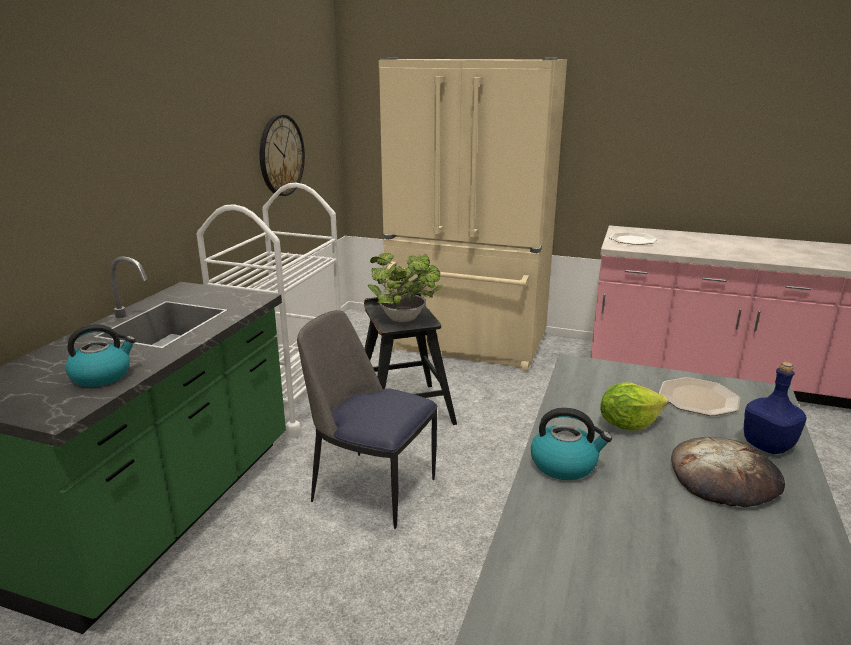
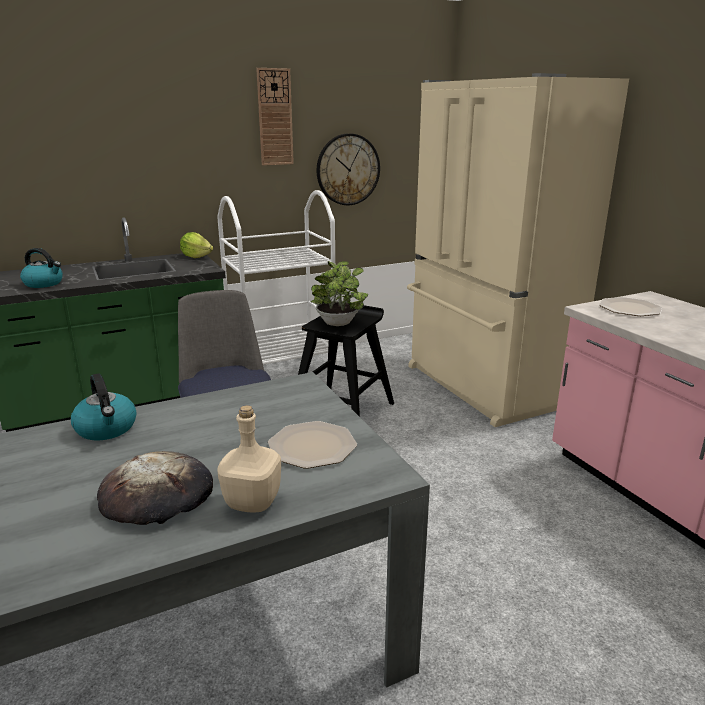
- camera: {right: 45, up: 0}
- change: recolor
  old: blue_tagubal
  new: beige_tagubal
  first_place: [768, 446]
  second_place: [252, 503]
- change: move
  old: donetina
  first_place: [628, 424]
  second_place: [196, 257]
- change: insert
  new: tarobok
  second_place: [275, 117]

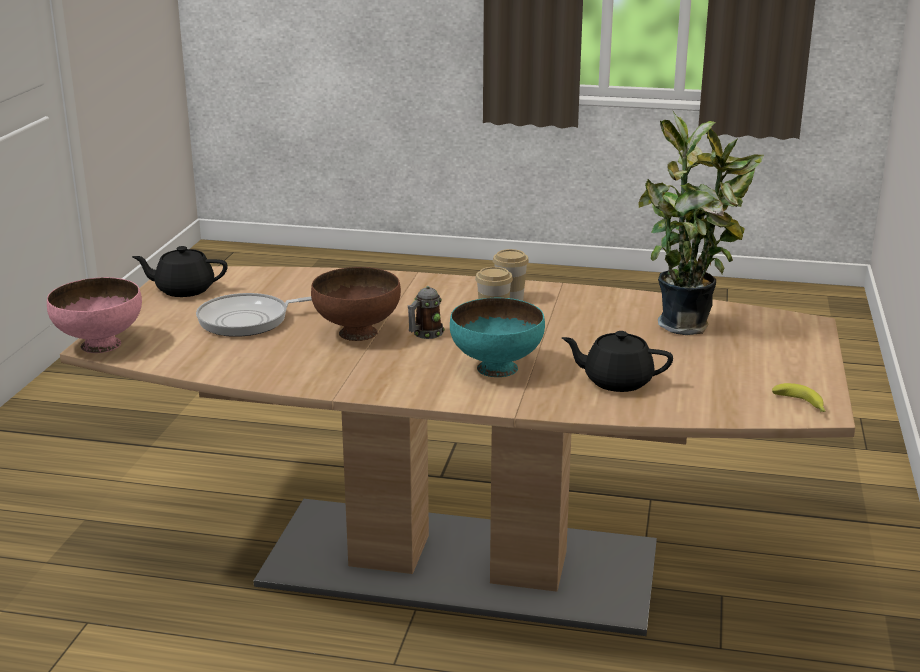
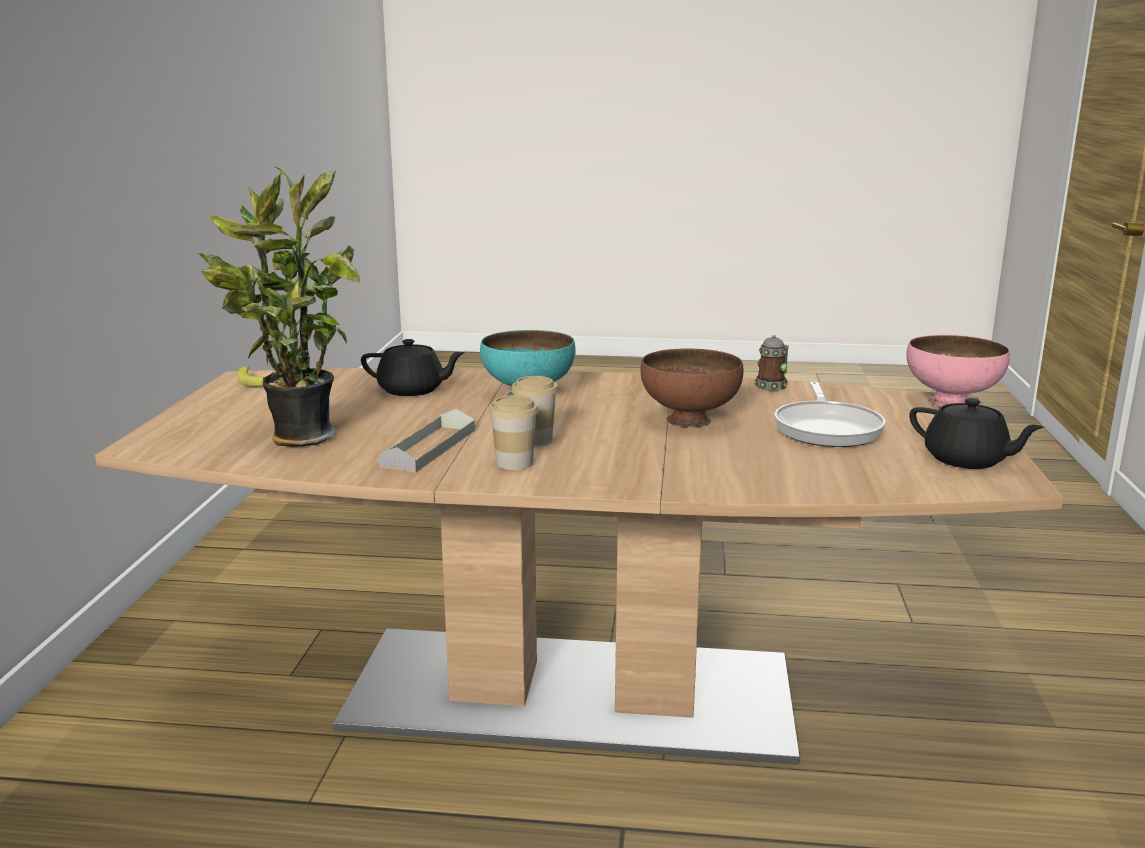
- camera: {right: 175, up: -5}
- change: rotate
  old: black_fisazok
  first_place: [184, 290]
  second_place: [966, 460]
  degrees: 45
- change: move
  old: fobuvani
  first_place: [425, 334]
  second_place: [773, 385]
- change: rotate
  old: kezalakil
  first_place: [249, 320]
  second_place: [827, 428]
  degrees: 120
- change: insert
  new: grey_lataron
  second_place: [429, 448]

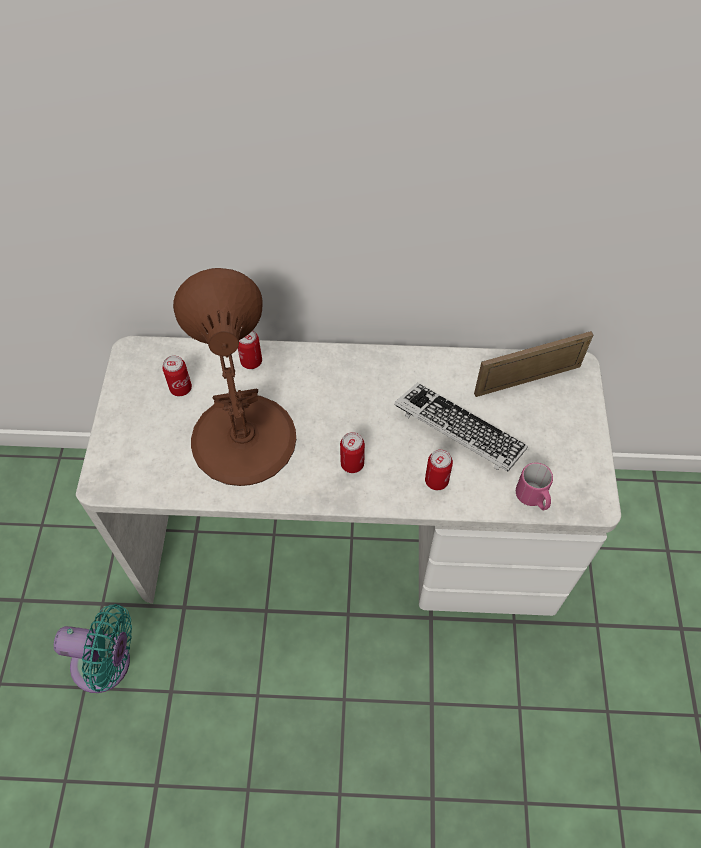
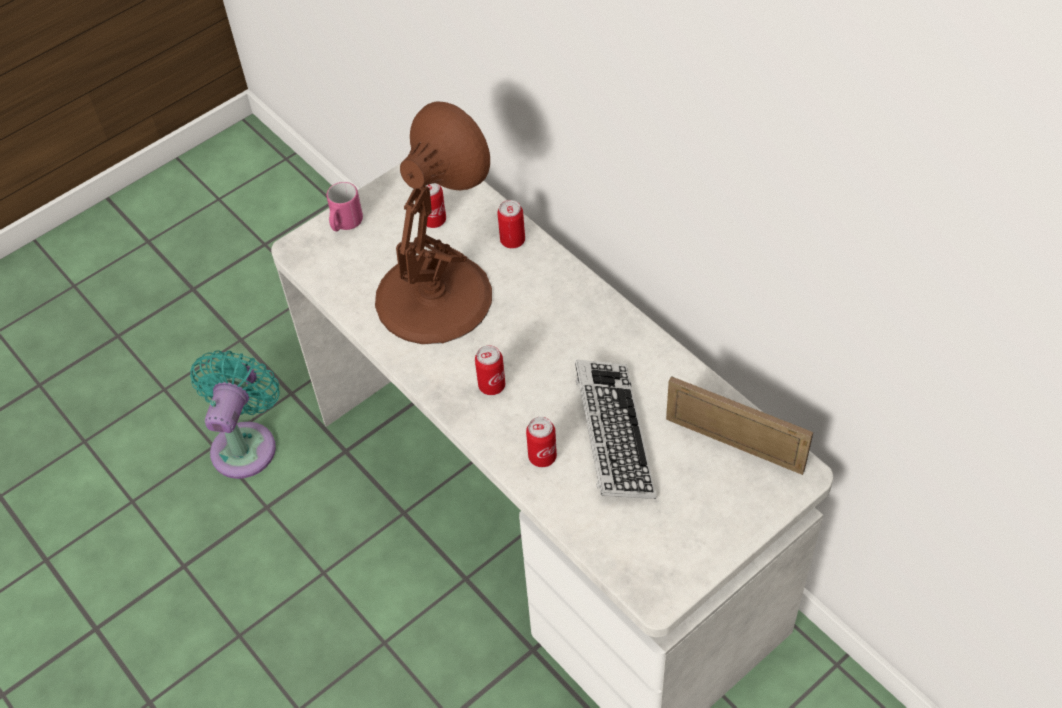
- camera: {right: 50, up: -5}
- change: move
  old: pink_fobuvani
  first_place: [533, 498]
  second_place: [345, 224]
- change: rotate
  old: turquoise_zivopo
  first_place: [107, 664]
  second_place: [246, 443]
  degrees: -135

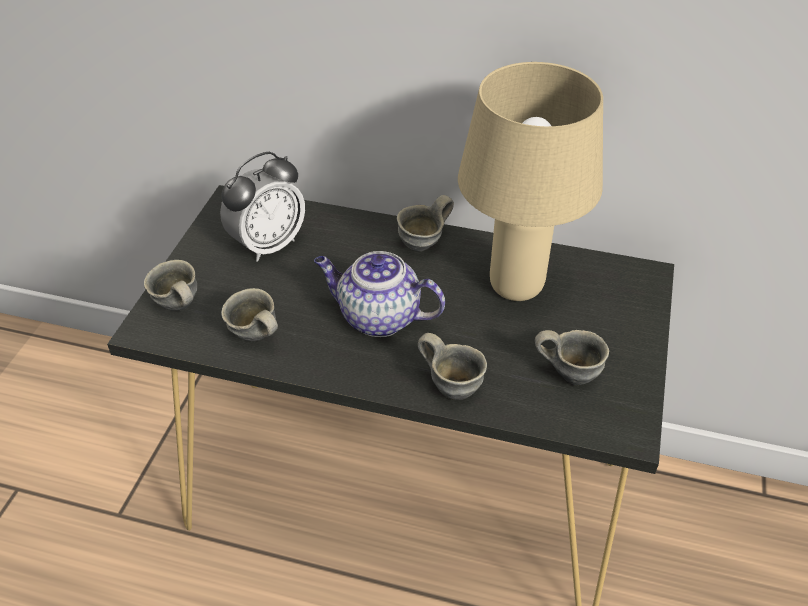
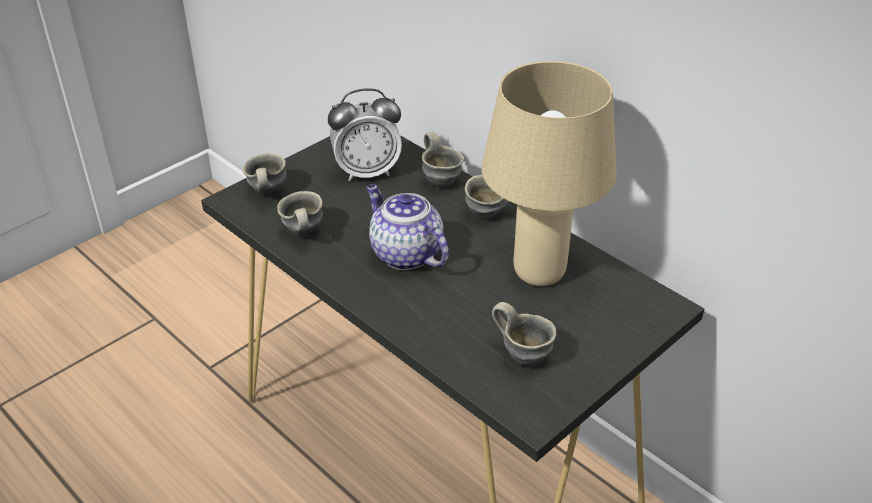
- camera: {right: 30, up: -5}
- change: move
  old: grey_fobuvani
  first_place: [453, 385]
  second_place: [442, 179]

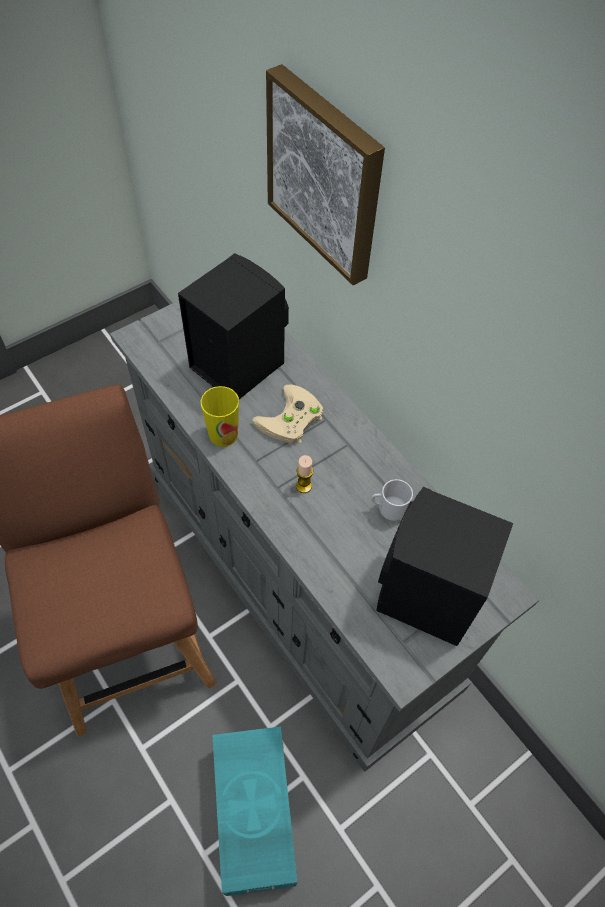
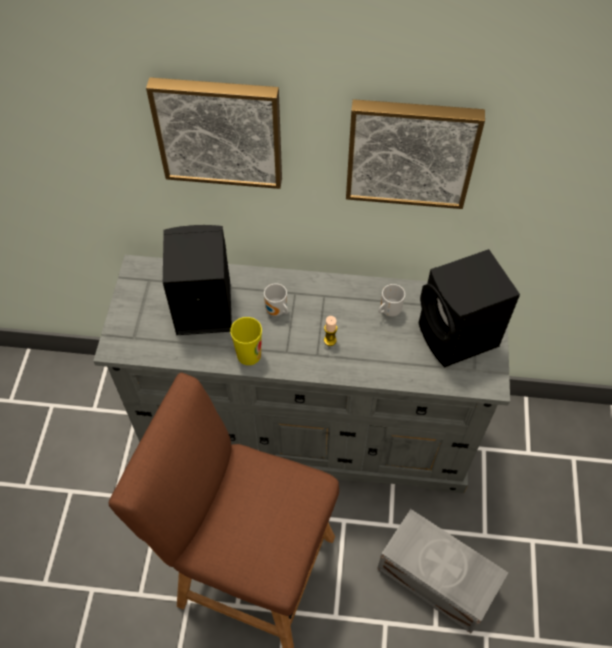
- camera: {right: -45, up: 0}
- change: replace
  old: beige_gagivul
  new: fobuvani
  first_place: [290, 420]
  second_place: [276, 311]
- change: recolor
  old: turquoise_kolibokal
  new: grey_kolibokal
  first_place: [252, 817]
  second_place: [437, 580]
- change: insert
  new: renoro
  second_place: [411, 151]

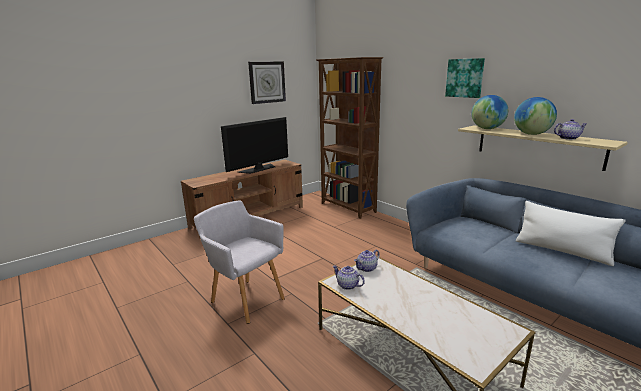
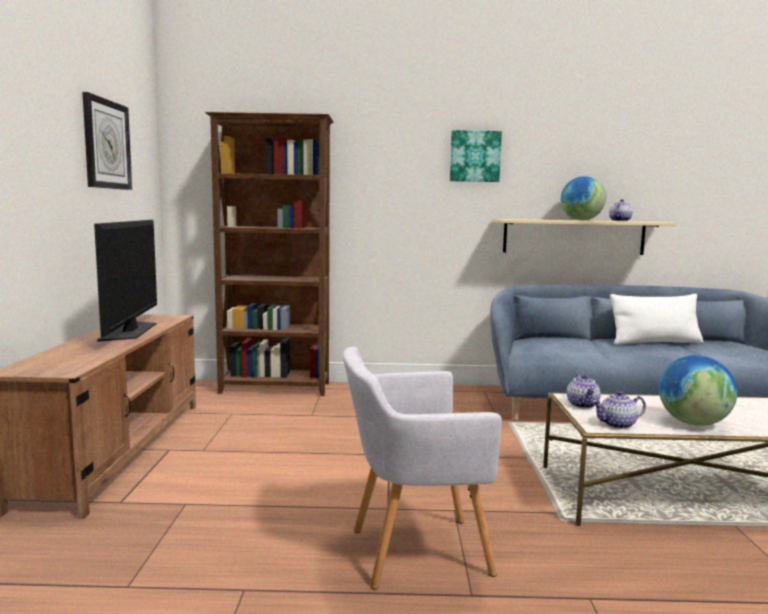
- camera: {right: -50, up: -10}
- change: move
  old: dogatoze
  first_place: [487, 129]
  second_place: [693, 423]

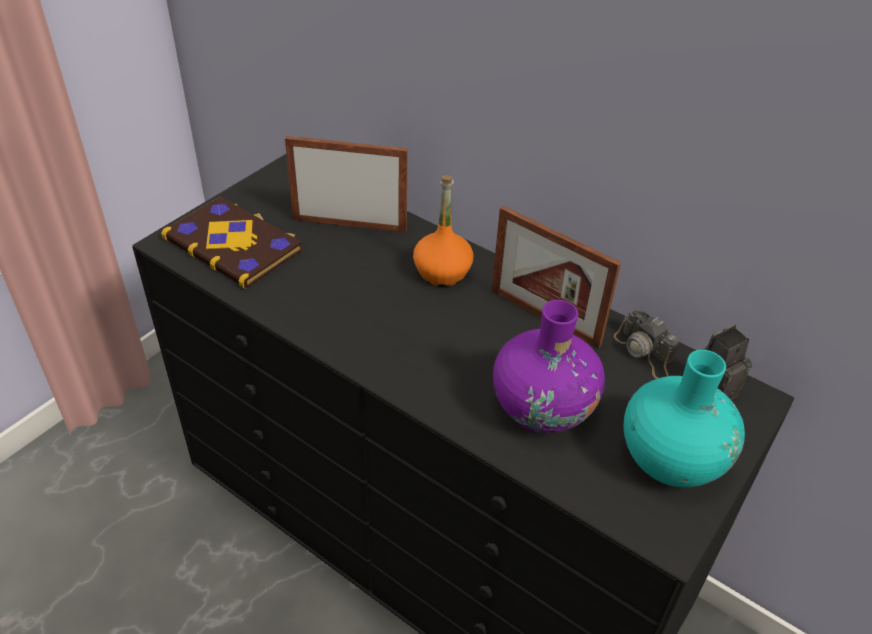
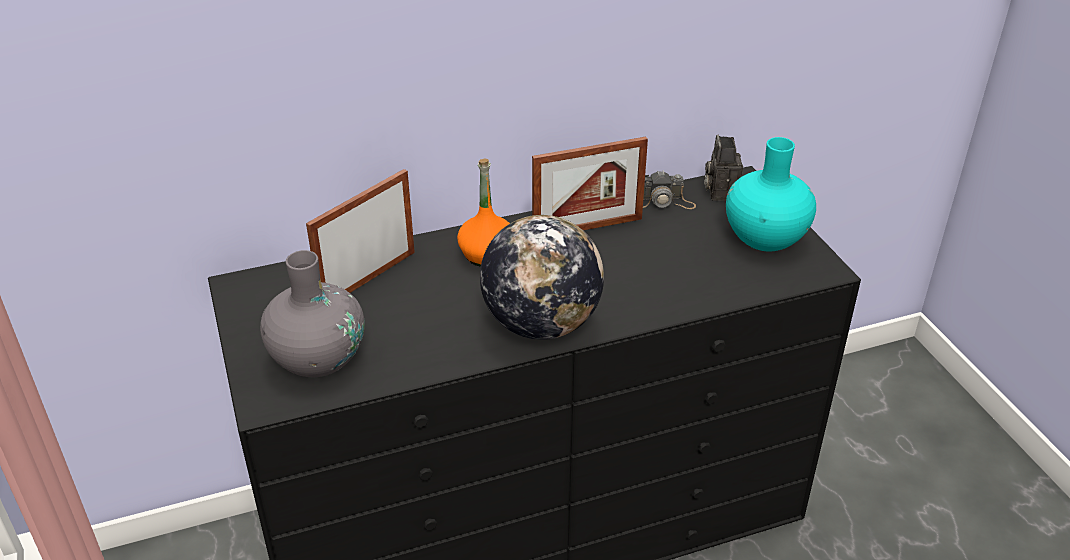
- camera: {right: -55, up: -5}
- change: replace
  old: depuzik
  new: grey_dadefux
  first_place: [234, 244]
  second_place: [318, 358]
- change: delete
  old: purple_dadefux
  first_place: [542, 409]
- change: insert
  new: dogatoze
  second_place: [541, 324]

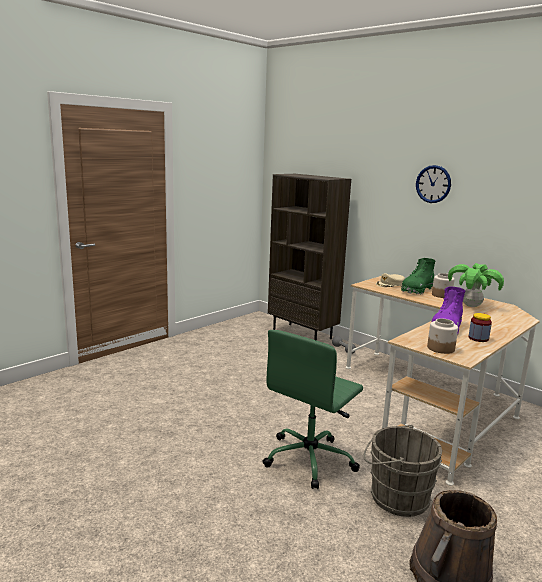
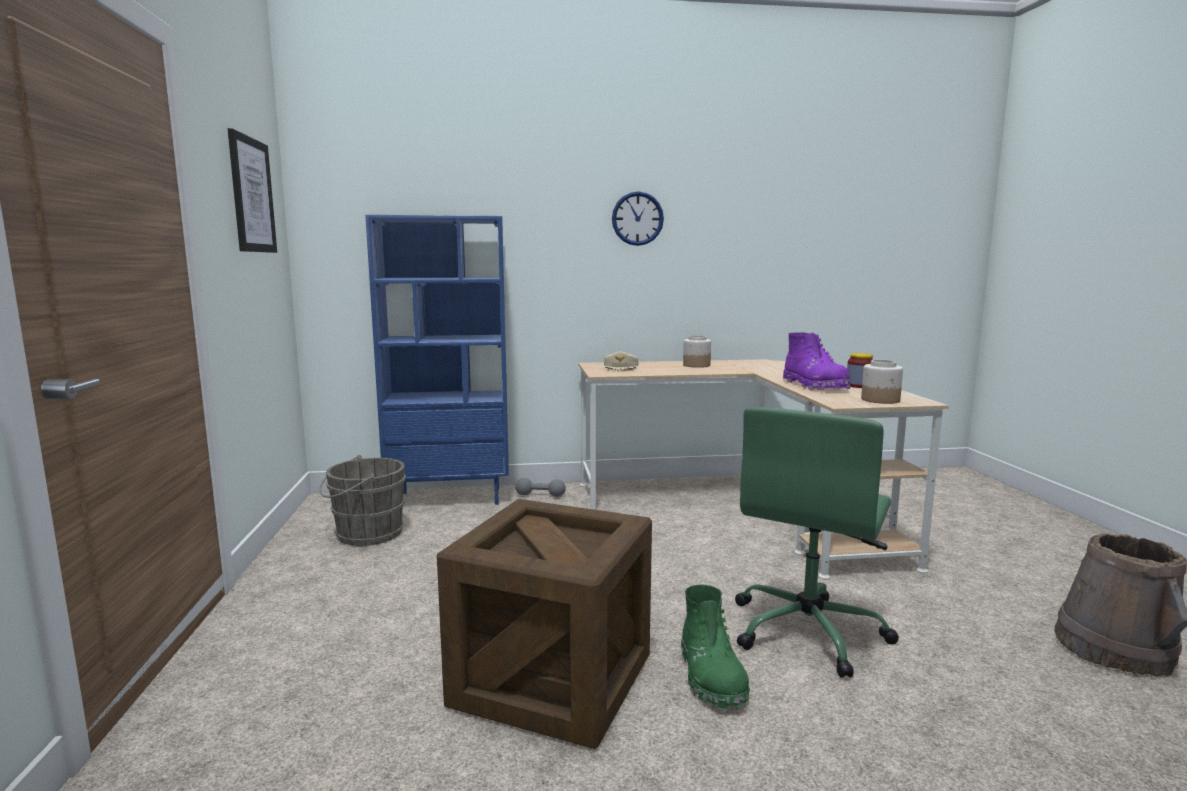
- camera: {right: -50, up: -5}
- change: recolor
  old: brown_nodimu
  new: blue_nodimu
  first_place: [303, 334]
  second_place: [450, 498]
- change: move
  old: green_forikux
  first_place: [417, 290]
  second_place: [711, 677]
- change: delete
  old: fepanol
  first_place: [471, 306]
- change: rotate
  old: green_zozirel
  first_place: [310, 459]
  second_place: [808, 631]
  degrees: 45
- change: move
  old: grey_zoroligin
  first_place: [395, 496]
  second_place: [365, 534]
- change: insert
  new: renoro
  second_place: [252, 195]
- change: insert
  new: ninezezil
  second_place: [552, 680]

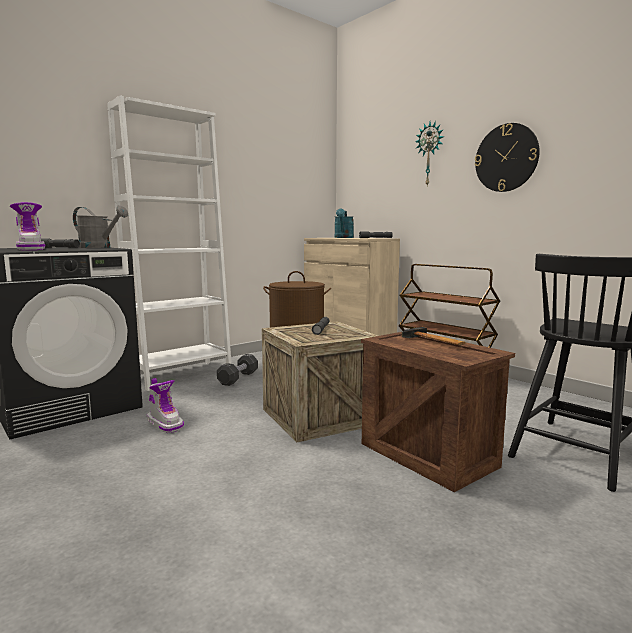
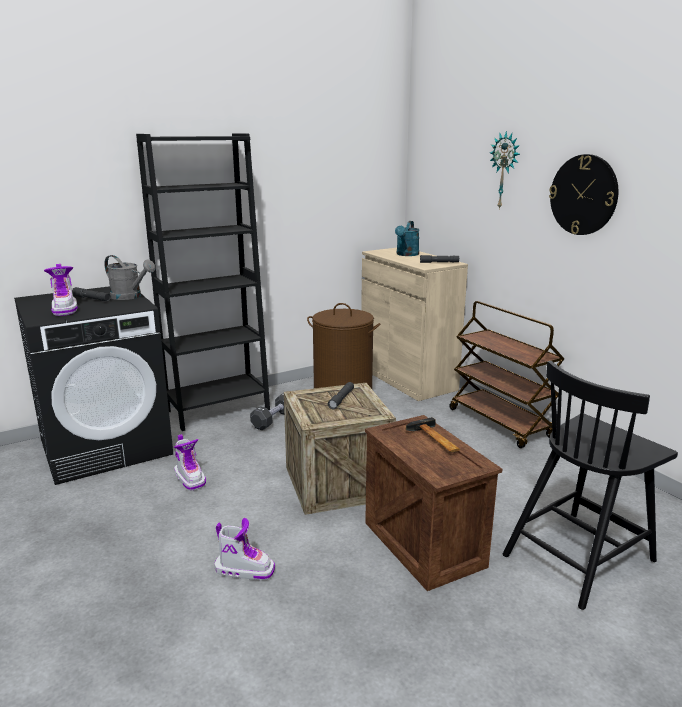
- camera: {right: 10, up: 10}
- change: recolor
  old: white_nodimu
  new: black_nodimu
  first_place: [180, 375]
  second_place: [218, 410]
- change: insert
  new: forikux
  second_place: [244, 569]

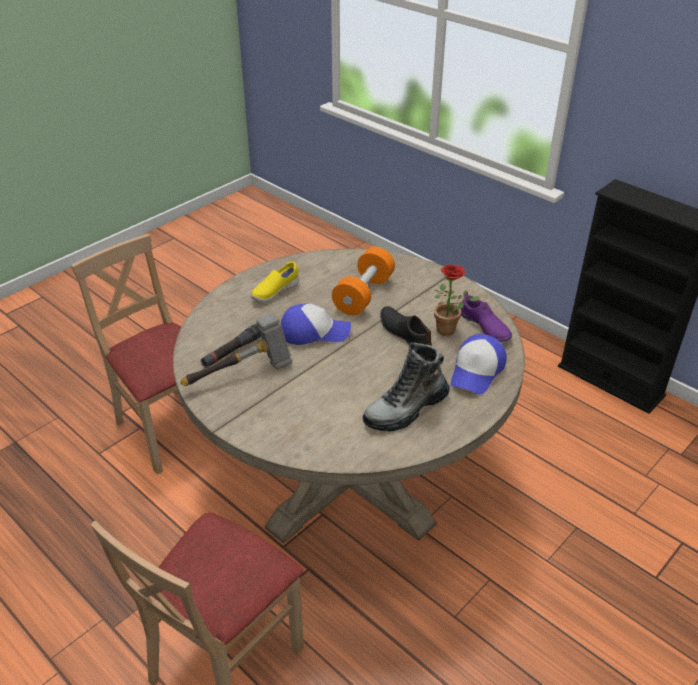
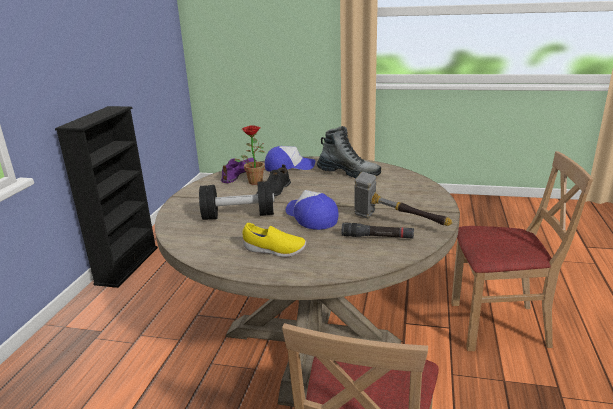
- camera: {right: -120, up: -15}
- change: recolor
  old: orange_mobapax
  new: black_mobapax
  first_place: [363, 295]
  second_place: [238, 215]

